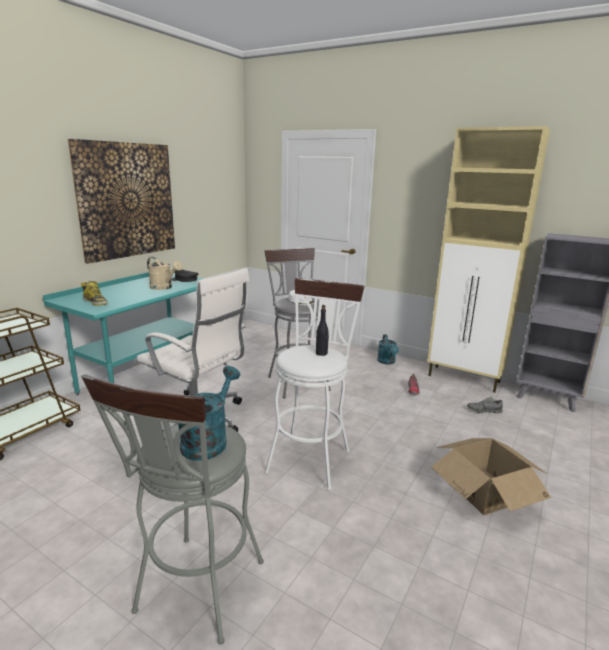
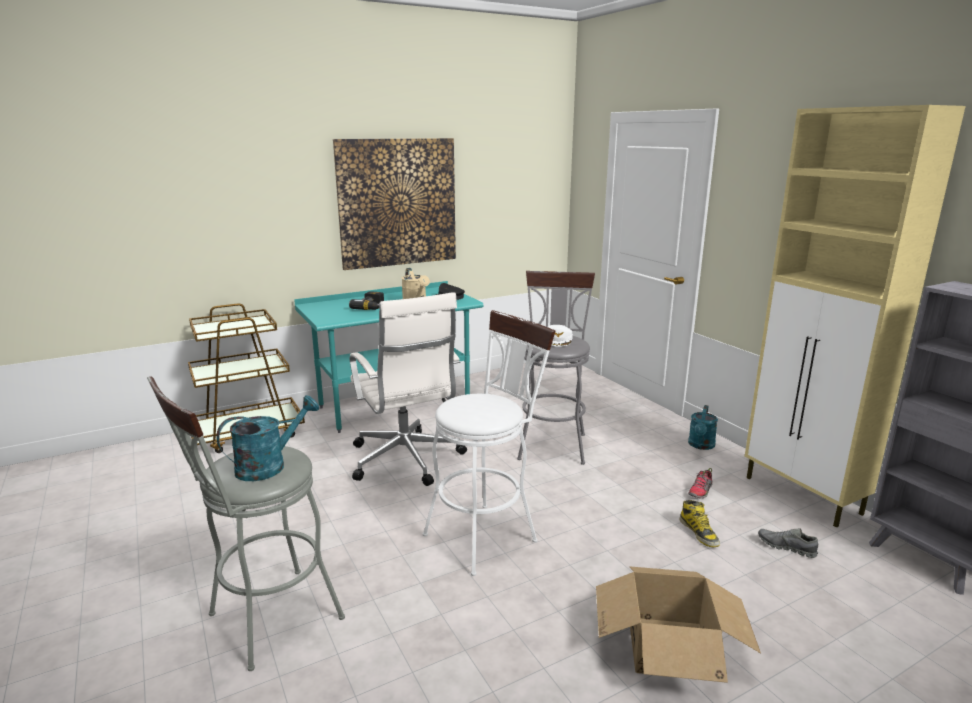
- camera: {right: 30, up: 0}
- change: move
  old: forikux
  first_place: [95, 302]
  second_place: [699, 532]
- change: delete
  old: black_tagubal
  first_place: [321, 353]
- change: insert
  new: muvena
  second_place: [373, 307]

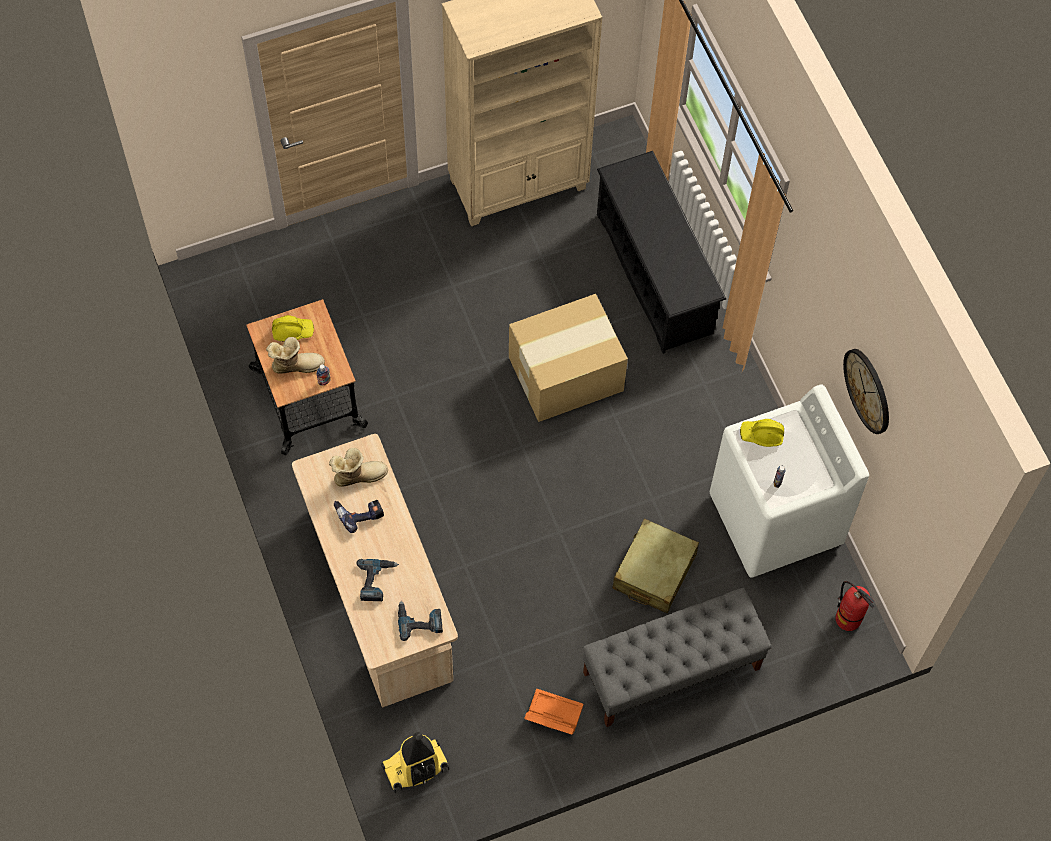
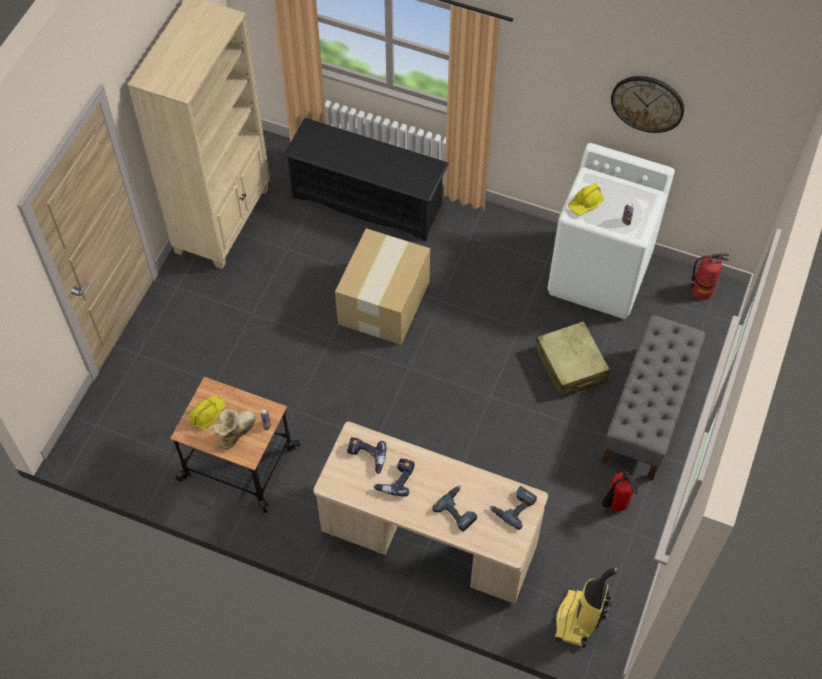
- camera: {right: -45, up: -5}
- change: replace
  old: forikux
  new: muvena
  first_place: [358, 475]
  second_place: [366, 457]
- change: replace
  old: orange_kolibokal
  new: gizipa
  first_place: [551, 715]
  second_place: [615, 505]

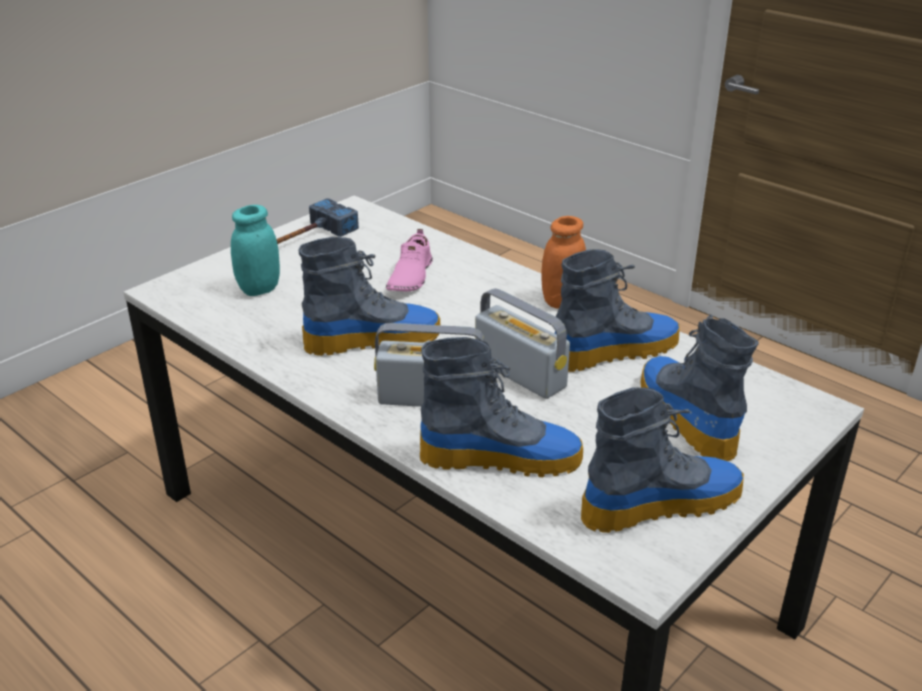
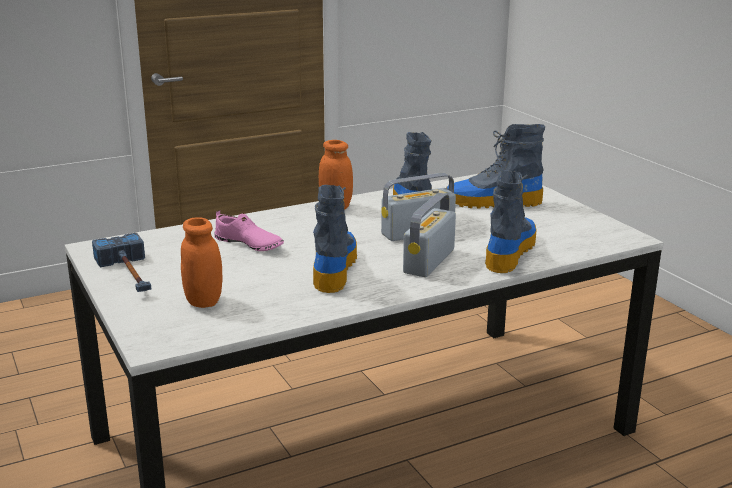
- camera: {right: -70, up: -10}
- change: recolor
  old: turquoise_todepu
  new: orange_todepu
  first_place: [259, 289]
  second_place: [203, 301]
- change: delete
  old: forikux
  first_place: [661, 504]

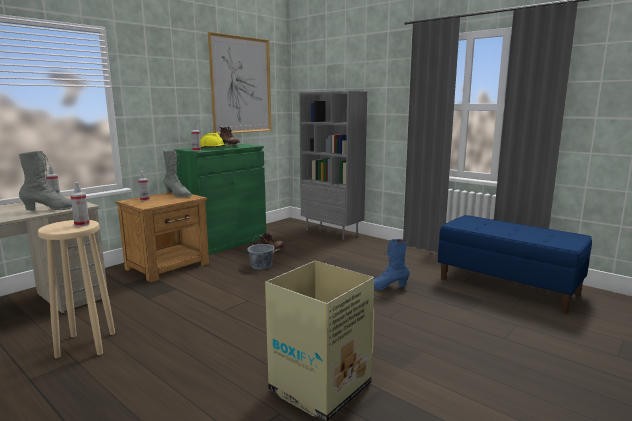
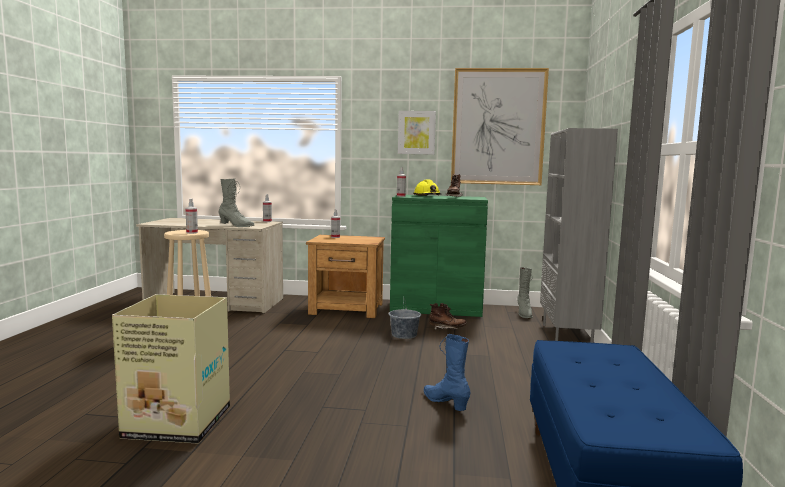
- camera: {right: 55, up: -5}
- change: move
  old: grey_forikux
  first_place: [177, 195]
  second_place: [524, 314]
- change: insert
  new: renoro
  second_place: [416, 132]

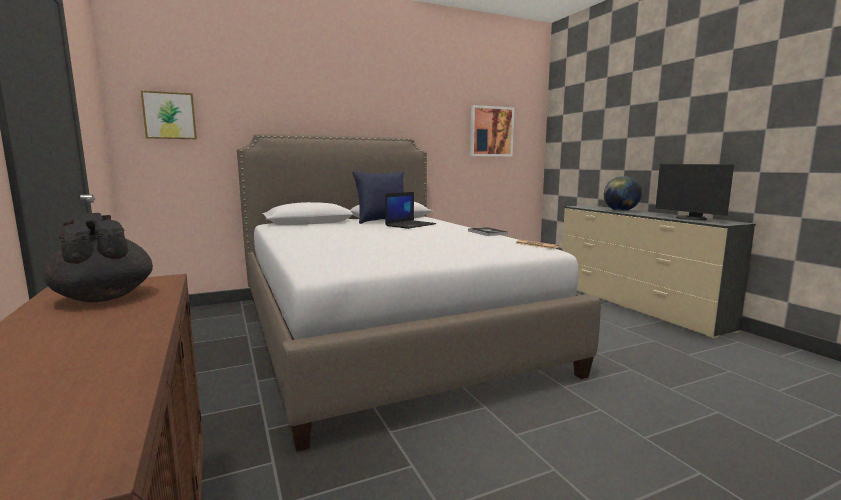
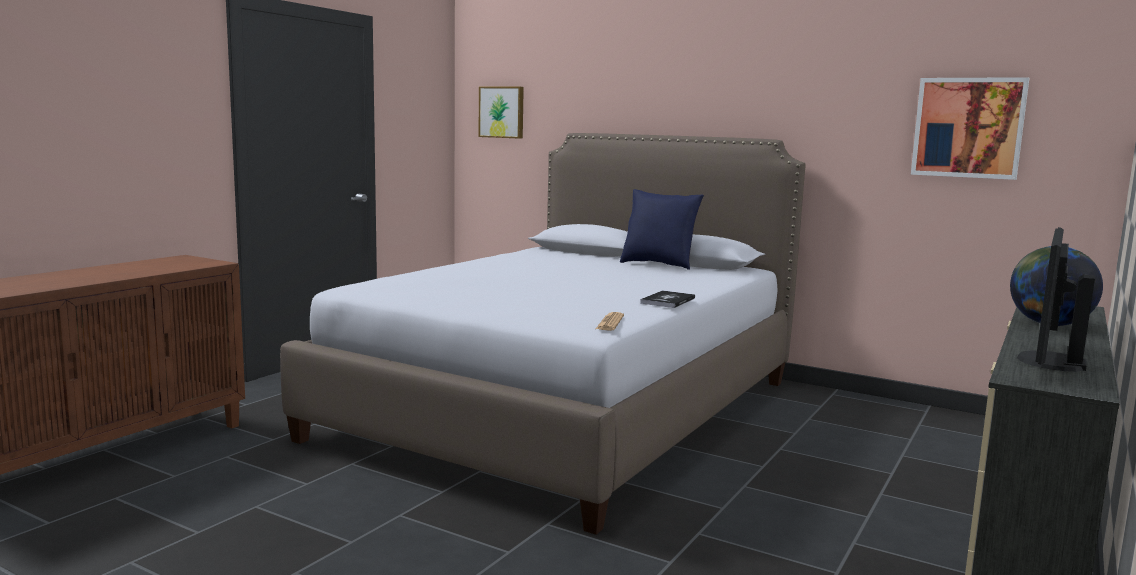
- camera: {right: 55, up: 0}
- change: delete
  old: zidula
  first_place: [410, 225]
- change: delete
  old: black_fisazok
  first_place: [104, 297]

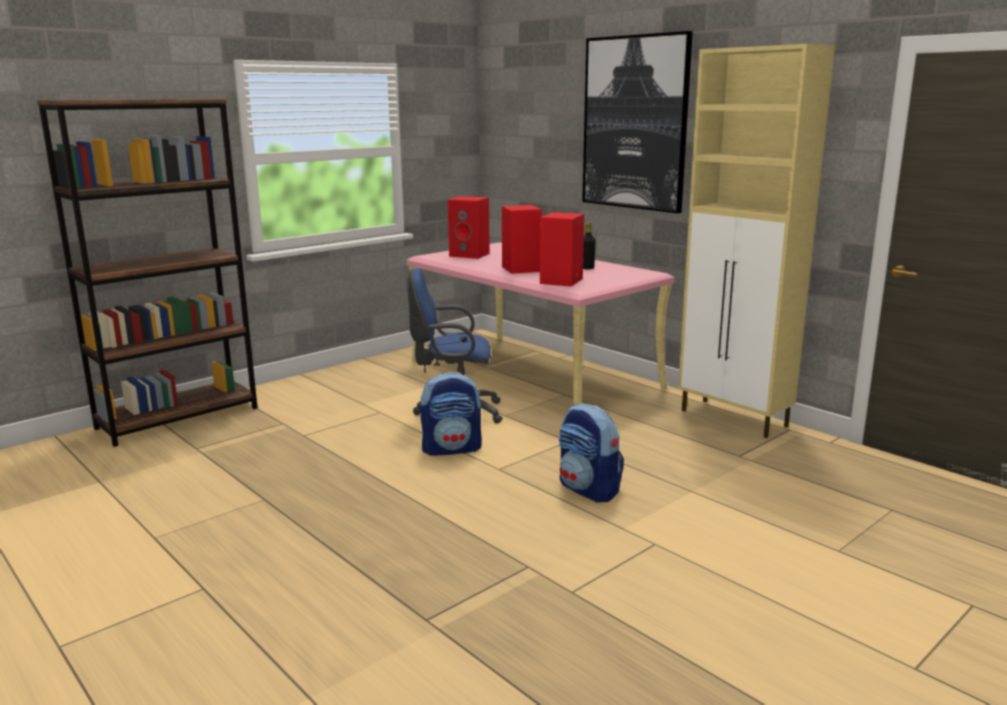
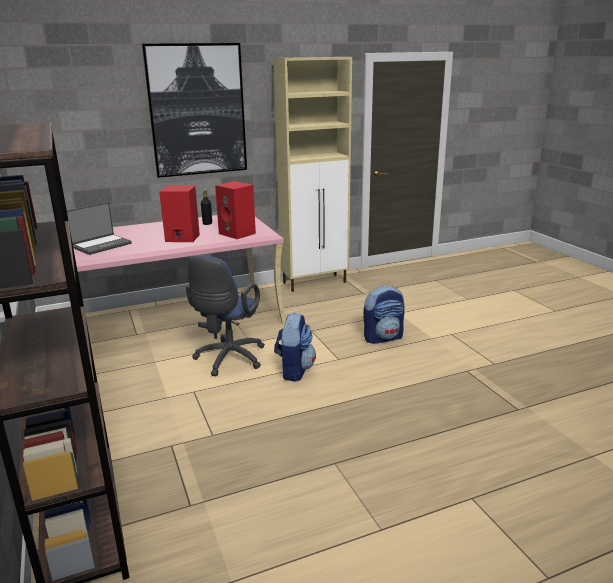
- camera: {right: -70, up: 5}
- change: replace
  old: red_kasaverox
  new: zidula
  first_place: [470, 255]
  second_place: [101, 245]

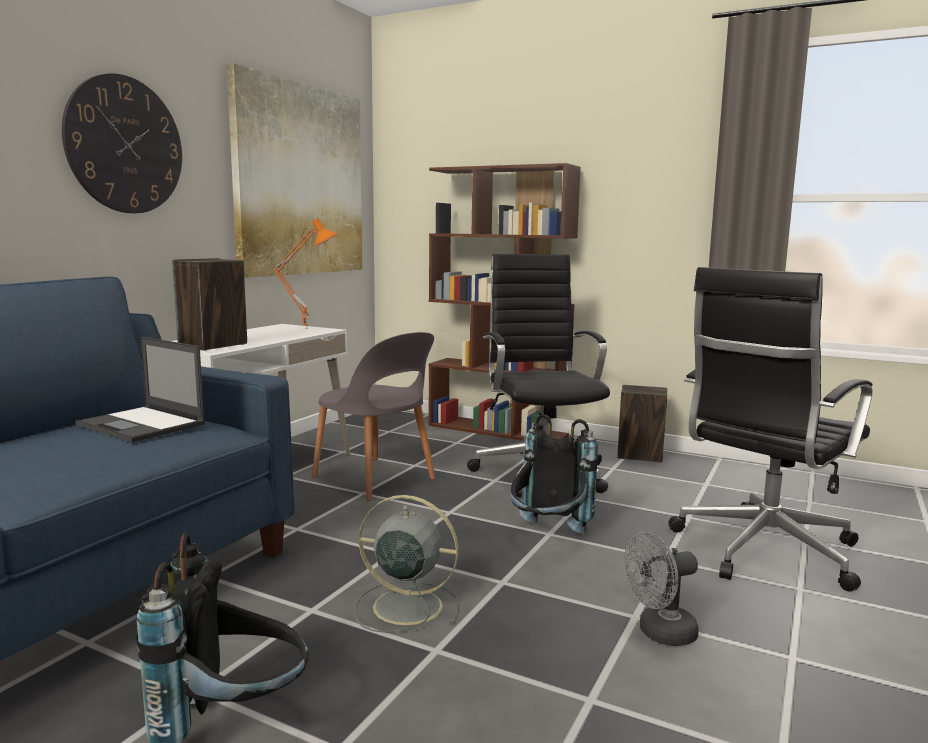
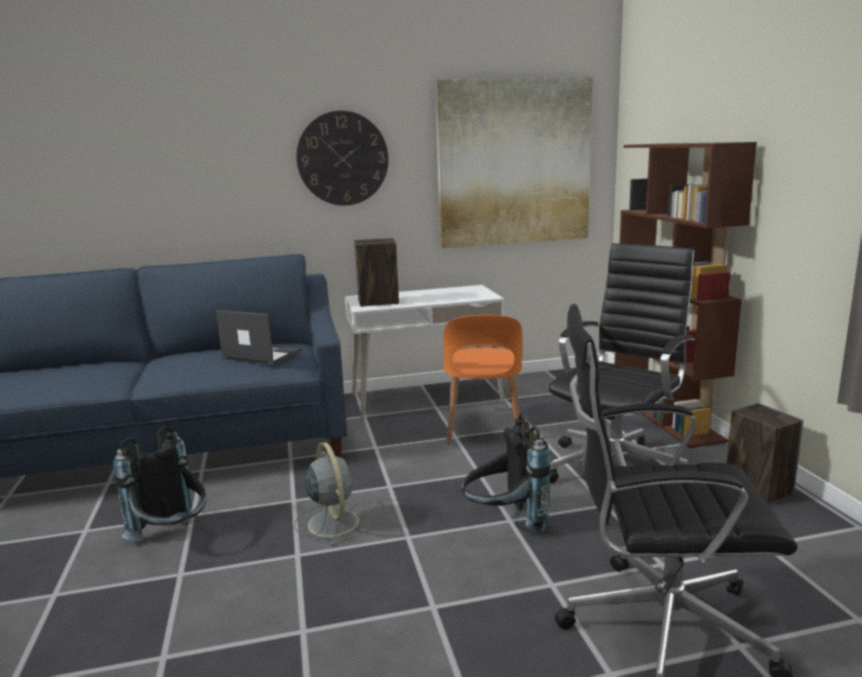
- camera: {right: 50, up: 5}
- change: delete
  old: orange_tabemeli
  first_place: [307, 328]
- change: recolor
  old: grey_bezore
  new: orange_bezore
  first_place: [375, 479]
  second_place: [483, 428]
- change: rotate
  old: zidula
  first_place: [142, 425]
  second_place: [261, 355]
  degrees: 120
- change: delete
  old: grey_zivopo
  first_place: [659, 634]

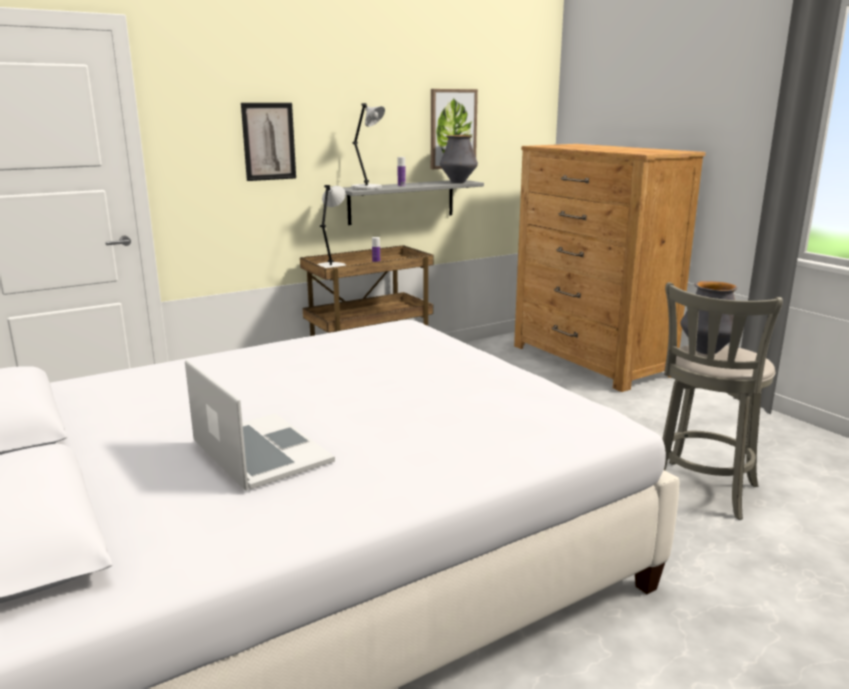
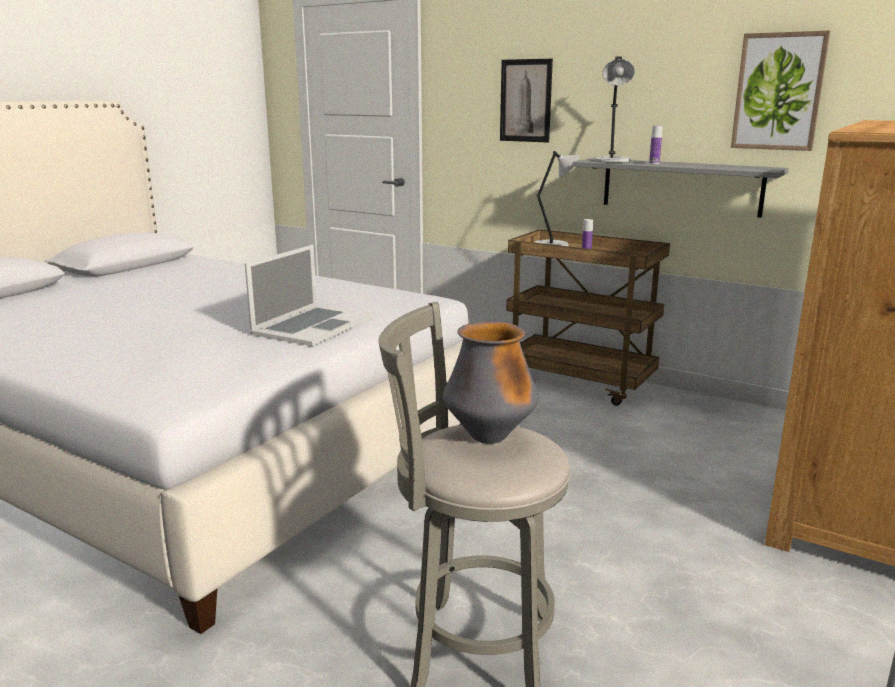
- camera: {right: 65, up: 0}
- change: delete
  old: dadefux
  first_place: [458, 182]
- change: move
  old: zidula
  first_place: [260, 451]
  second_place: [312, 326]

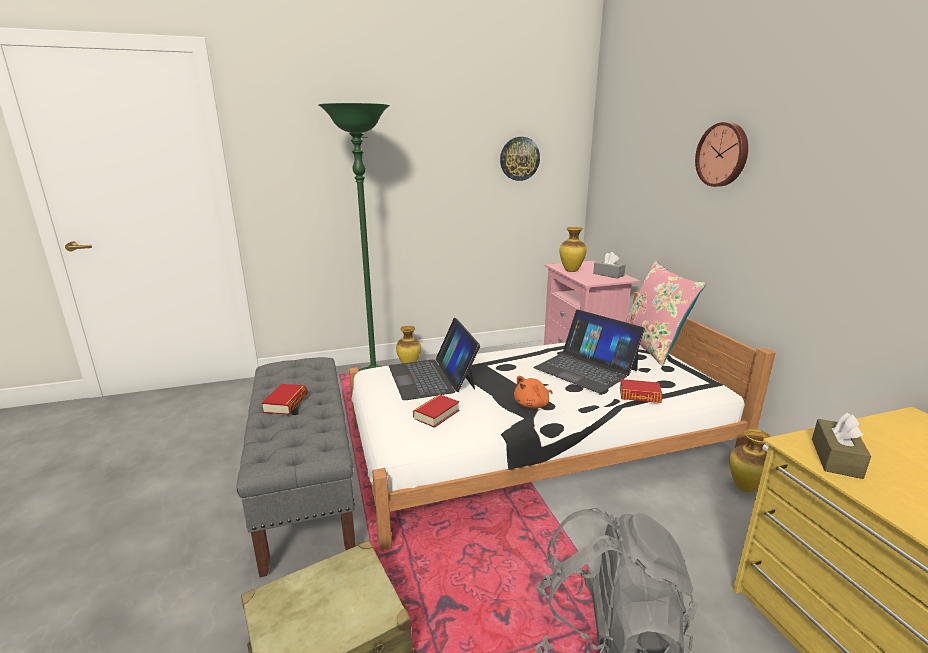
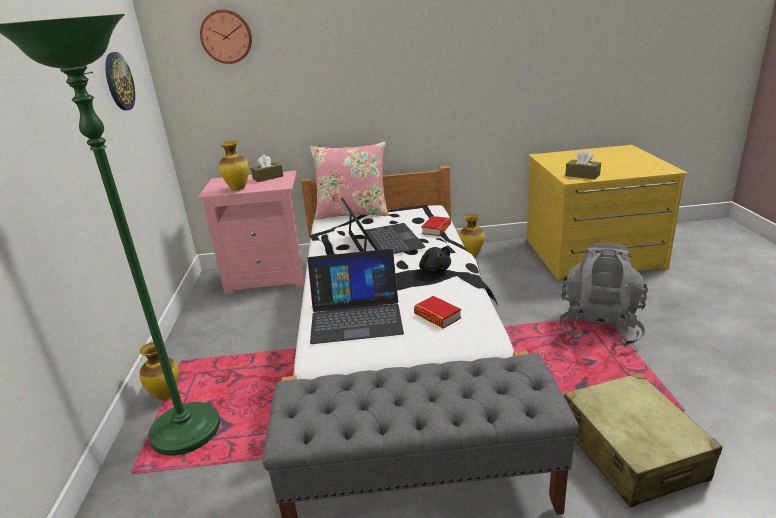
- camera: {right: -75, up: 5}
- change: move
  old: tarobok
  first_place: [723, 154]
  second_place: [226, 36]
- change: recolor
  old: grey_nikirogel
  new: brown_nikirogel
  first_place: [608, 274]
  second_place: [268, 177]
- change: rotate
  old: zidula
  first_place: [586, 369]
  second_place: [383, 240]
  degrees: -75
- change: recolor
  old: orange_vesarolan
  new: black_vesarolan
  first_place: [533, 404]
  second_place: [434, 270]
- change: delete
  old: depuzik
  first_place: [286, 403]

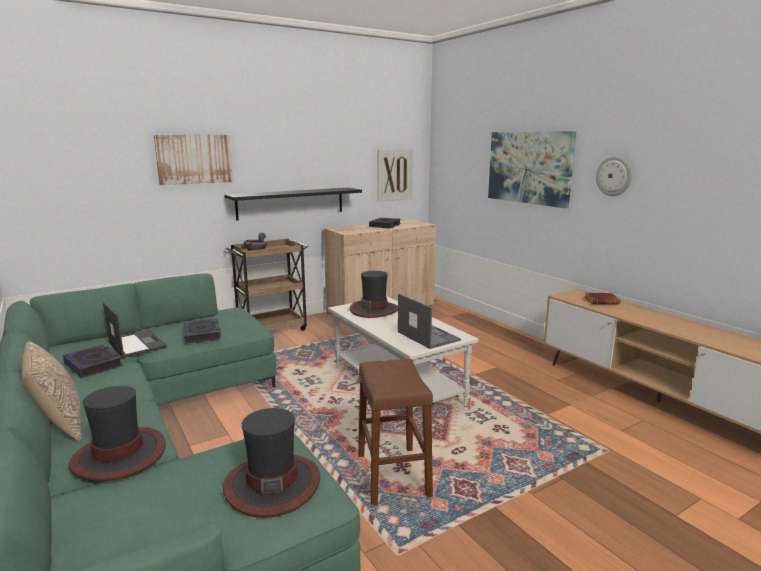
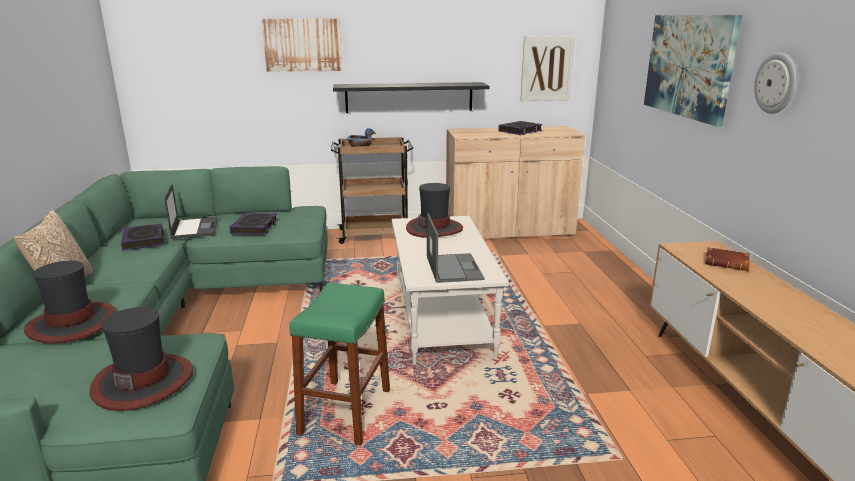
- camera: {right: 25, up: 5}
- change: recolor
  old: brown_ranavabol
  new: green_ranavabol
  first_place: [393, 475]
  second_place: [345, 412]

